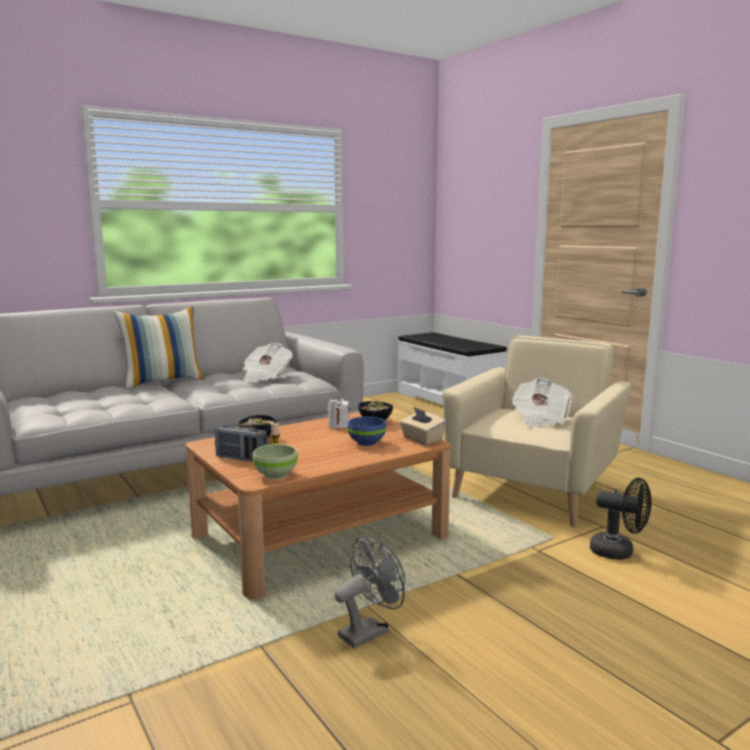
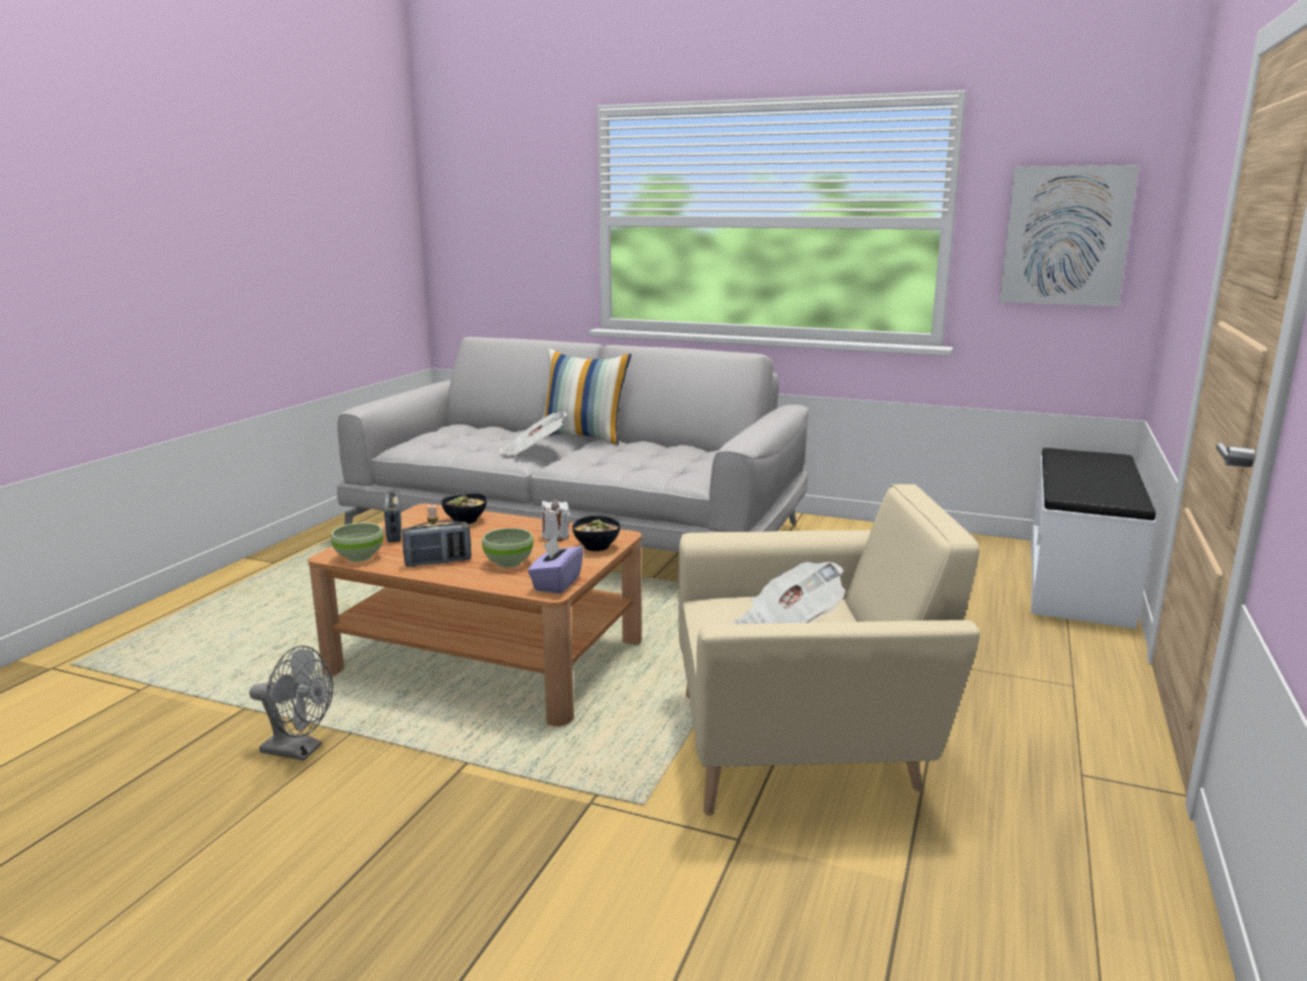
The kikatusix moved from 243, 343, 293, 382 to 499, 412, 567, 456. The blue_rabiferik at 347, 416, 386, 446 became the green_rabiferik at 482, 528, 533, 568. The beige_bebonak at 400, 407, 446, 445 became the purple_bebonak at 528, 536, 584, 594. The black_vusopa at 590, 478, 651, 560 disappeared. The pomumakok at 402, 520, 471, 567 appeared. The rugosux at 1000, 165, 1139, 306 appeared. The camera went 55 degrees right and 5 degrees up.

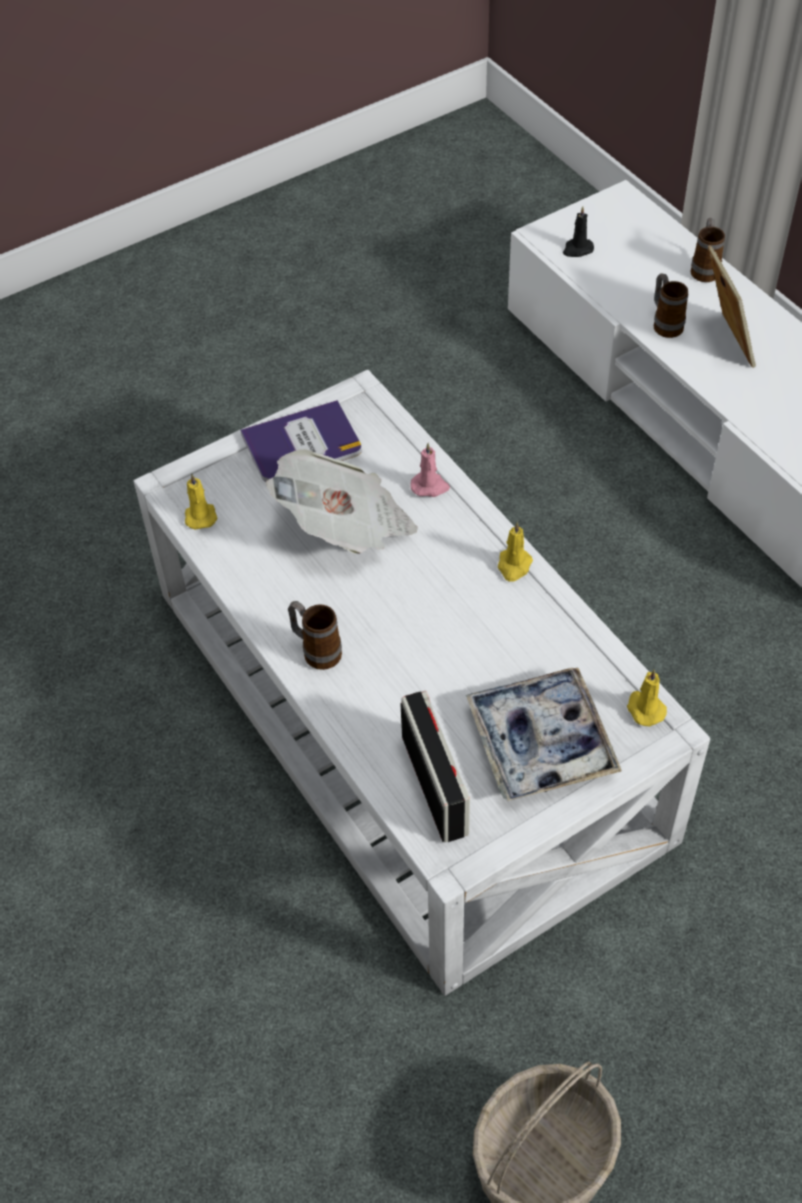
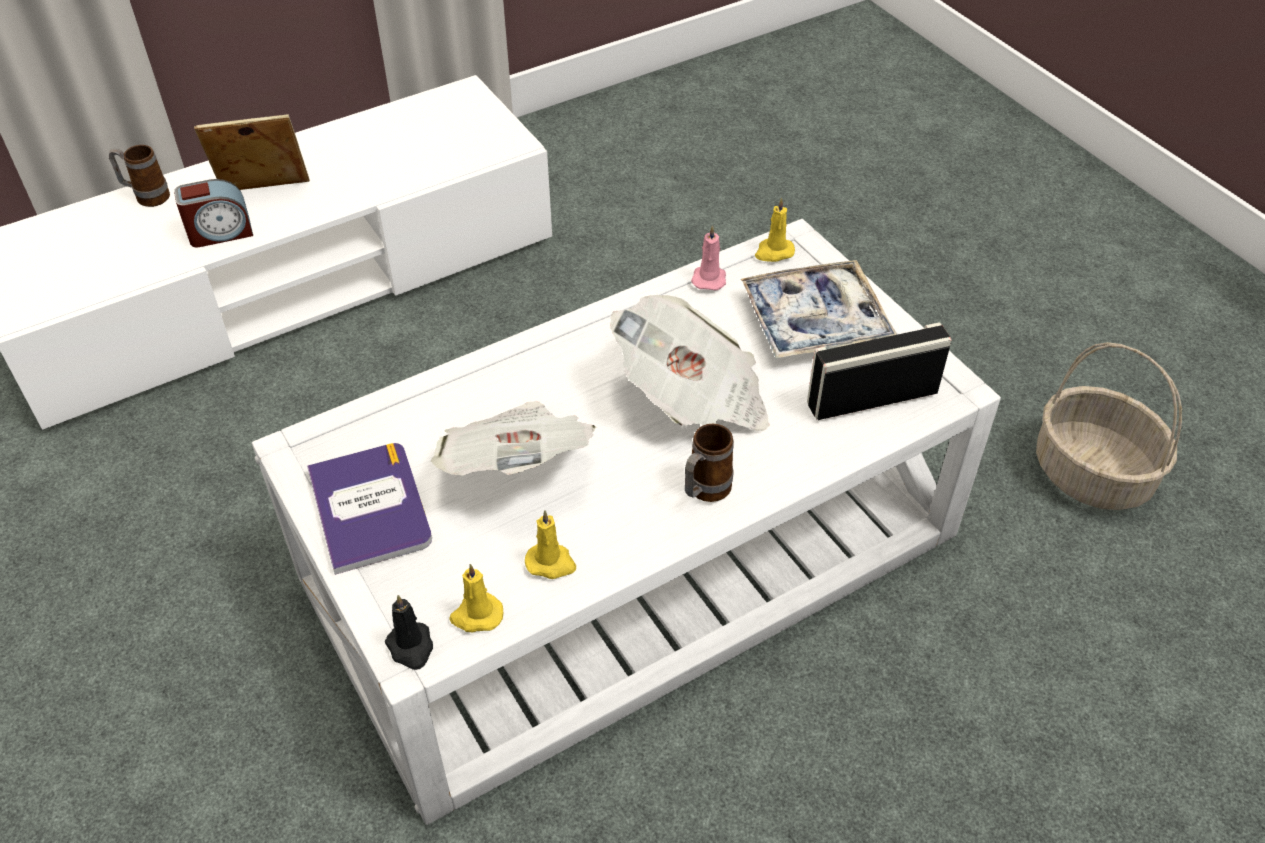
The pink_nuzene moved from 411, 443, 450, 497 to 691, 225, 726, 291. The yellow_nuzene moved from 498, 522, 533, 582 to 525, 510, 576, 579. The black_nuzene moved from 563, 206, 594, 257 to 385, 595, 433, 670. The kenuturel at 654, 273, 688, 338 was replaced by the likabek at 174, 179, 253, 248. The kikatusix at 610, 295, 770, 431 appeared. The camera went 90 degrees left and 5 degrees down.

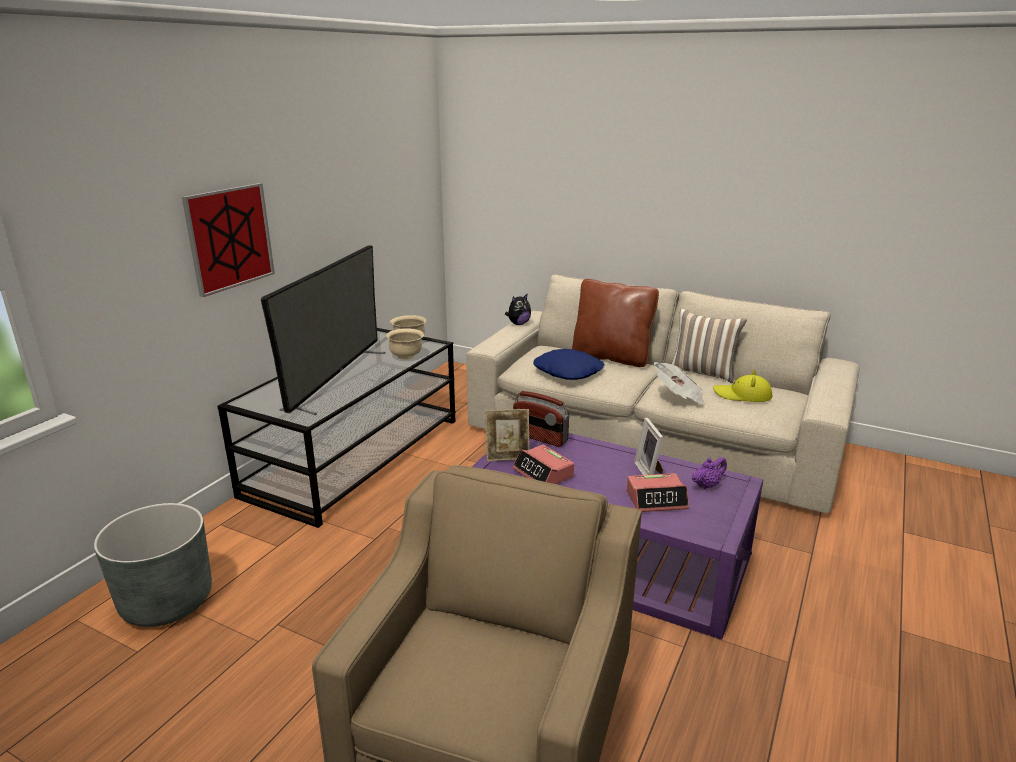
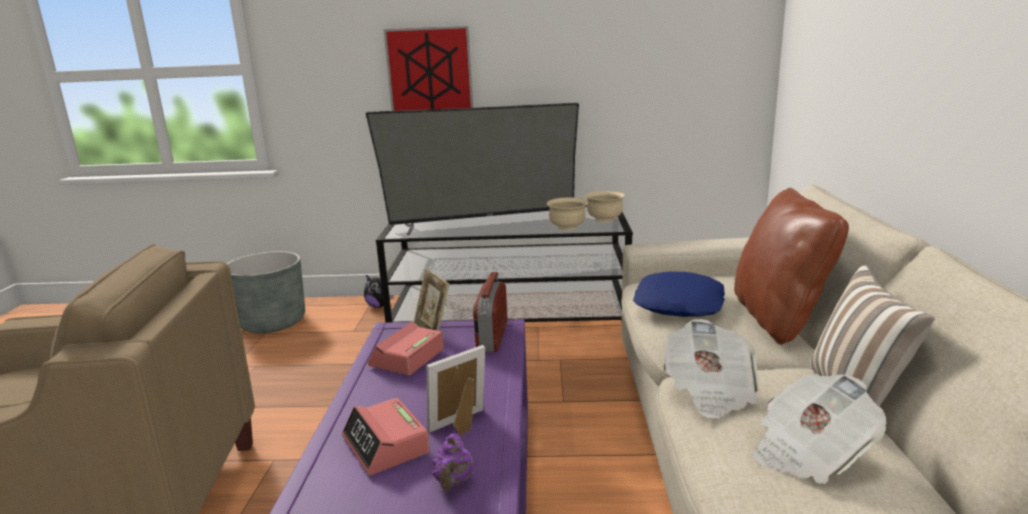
The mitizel moved from 505, 293, 531, 325 to 364, 275, 394, 308. The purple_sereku at 692, 457, 727, 489 turned 60 degrees clockwise. The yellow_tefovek at 713, 369, 772, 402 was replaced by the kikatusix at 752, 374, 886, 484. The camera went 65 degrees right and 5 degrees down.

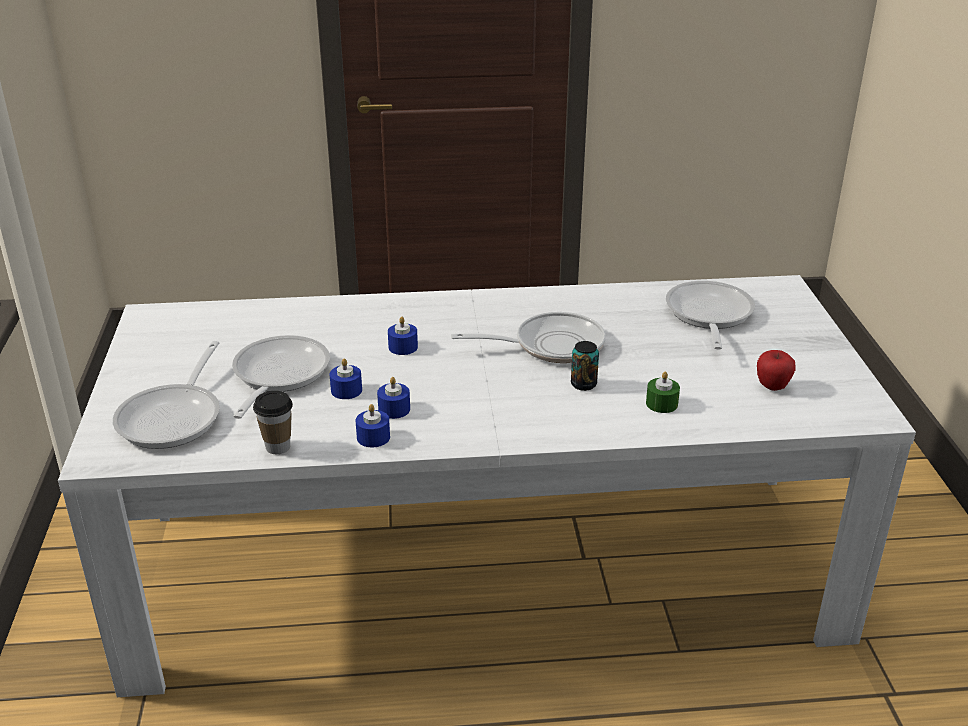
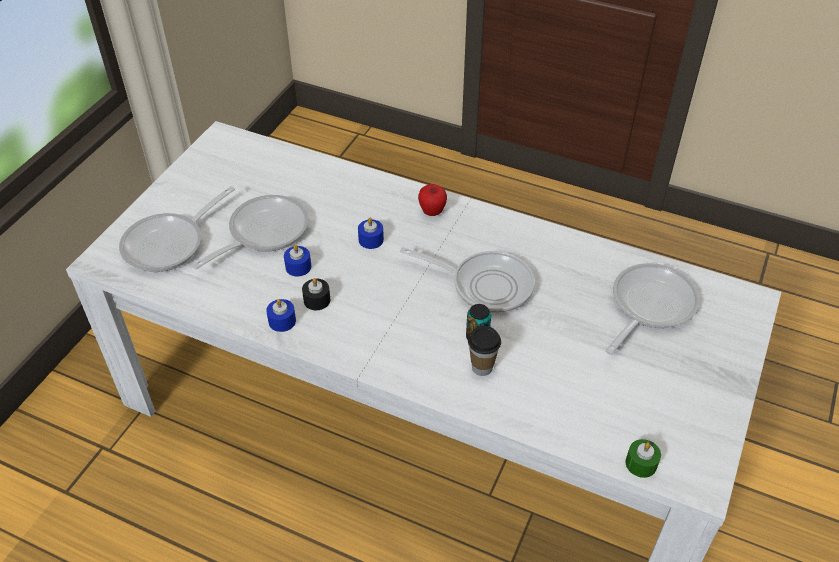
The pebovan moved from 253, 391, 293, 454 to 468, 326, 501, 376. The blue_nuzene at 377, 377, 410, 419 became the black_nuzene at 302, 278, 330, 310. The green_nuzene moved from 646, 371, 680, 413 to 626, 439, 661, 478. The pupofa moved from 757, 350, 796, 391 to 418, 184, 447, 216. The camera went 30 degrees right and 15 degrees up.

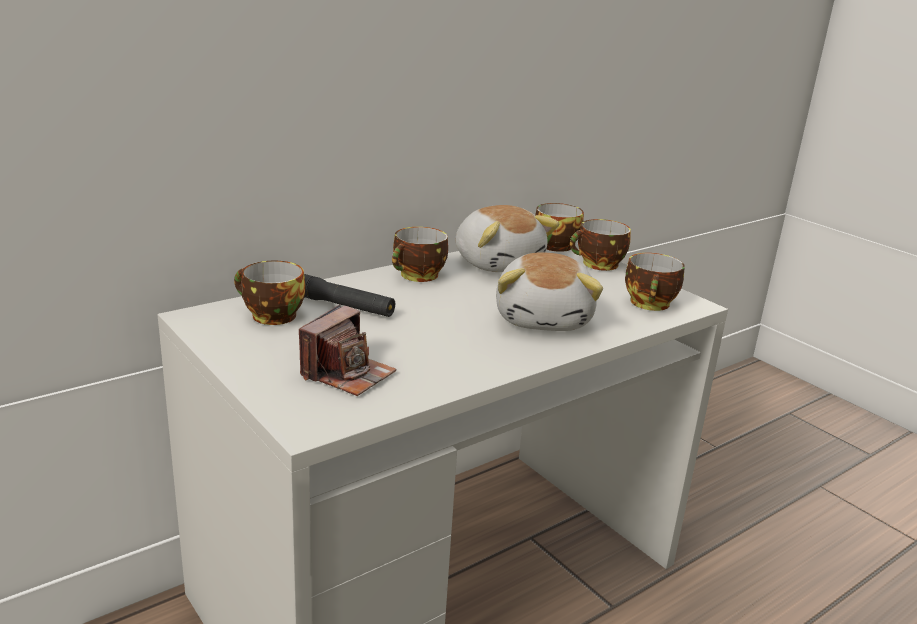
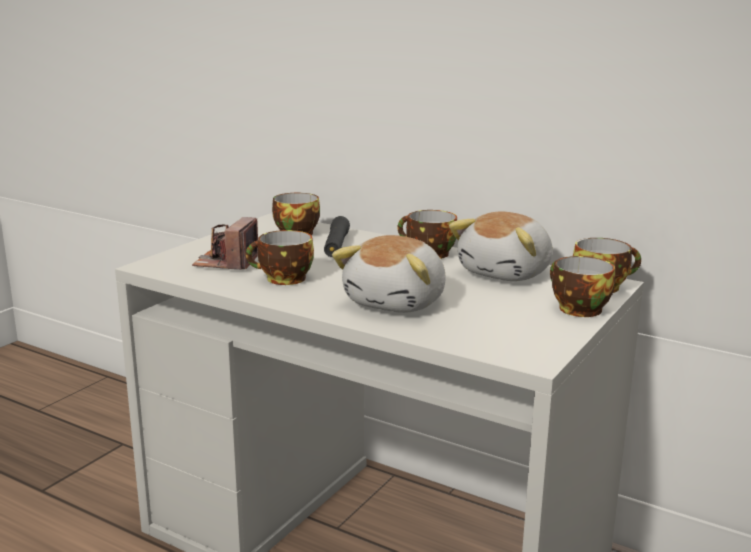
The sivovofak at 299, 305, 397, 396 turned 90 degrees clockwise. The mitizel at 496, 252, 603, 331 turned 45 degrees counterclockwise. The pebovan moved from 625, 253, 685, 311 to 246, 230, 314, 285. The camera went 70 degrees right and 5 degrees down.

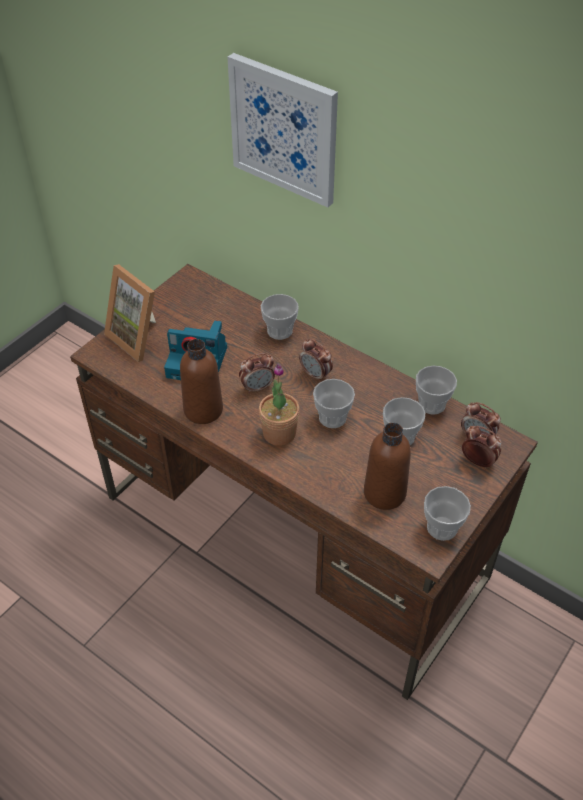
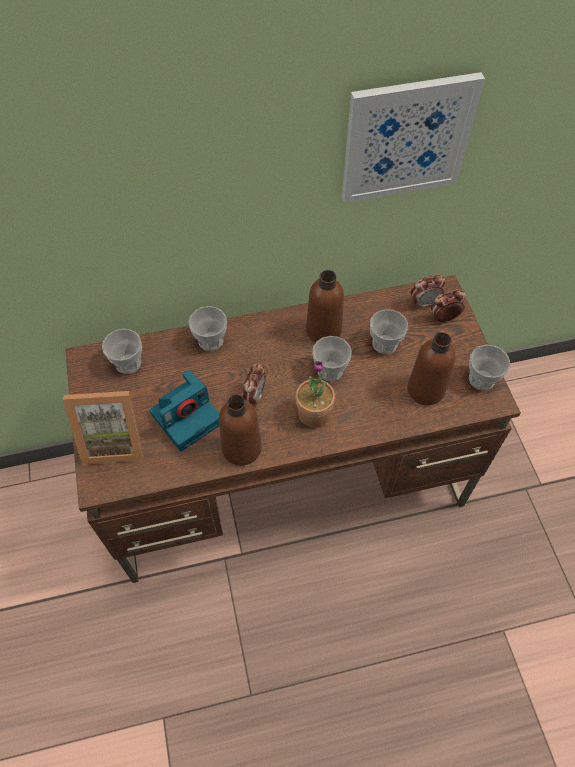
The rugosux moved from 228, 53, 338, 207 to 342, 72, 485, 203. The likabek at 299, 339, 333, 382 disappeared. The pebovan moved from 416, 365, 457, 415 to 102, 329, 142, 374. The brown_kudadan at 306, 270, 344, 343 appeared. The camera went 50 degrees left and 10 degrees up.

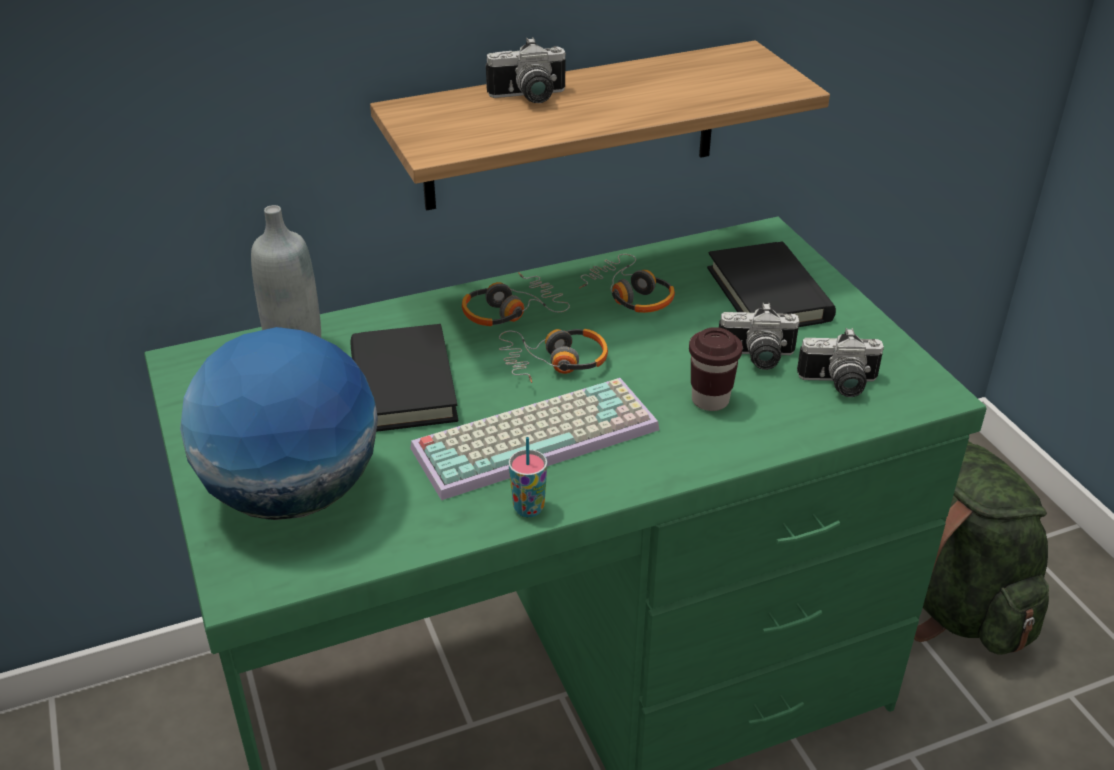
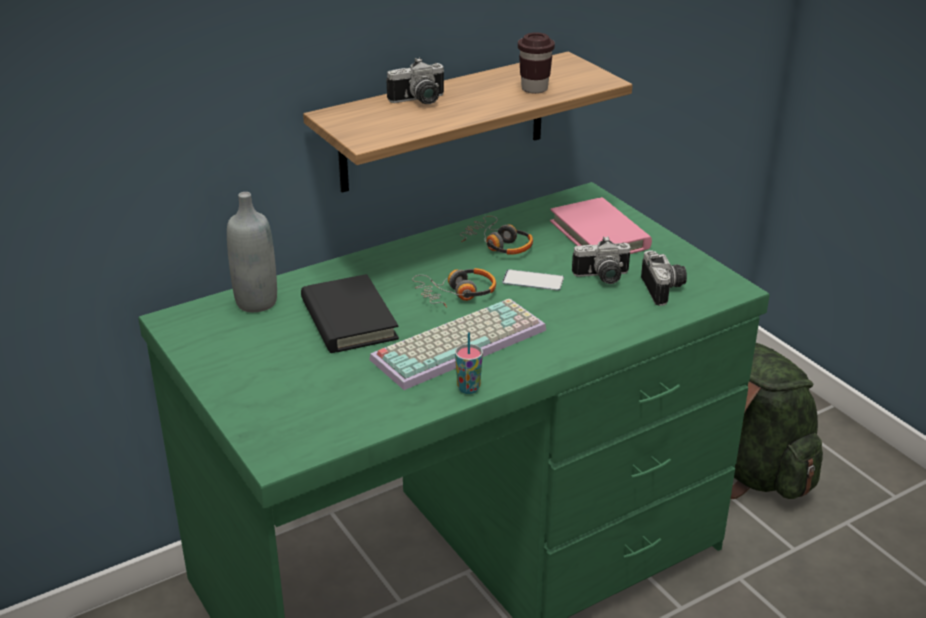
The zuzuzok at 180, 327, 378, 520 disappeared. The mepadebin at 462, 272, 570, 326 disappeared. The brown_pebovan moved from 689, 327, 743, 411 to 518, 32, 555, 94. The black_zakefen at 707, 242, 836, 327 became the pink_zakefen at 550, 197, 652, 254. The sivovofak at 797, 328, 884, 397 turned 90 degrees counterclockwise. The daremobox at 502, 269, 564, 291 appeared. The camera went 10 degrees left and 5 degrees down.

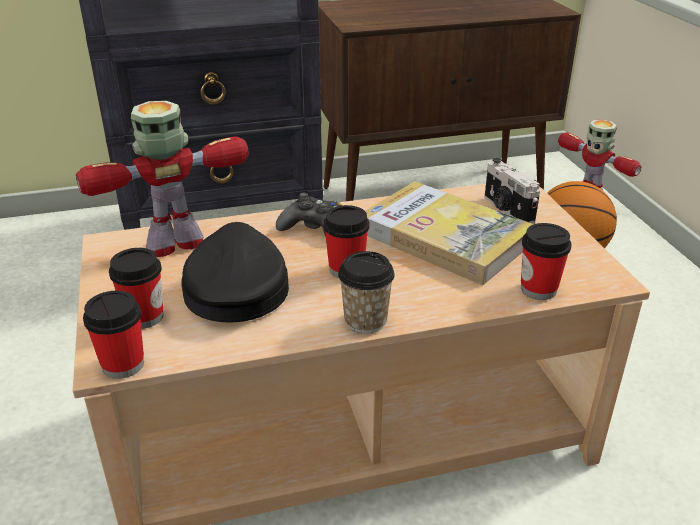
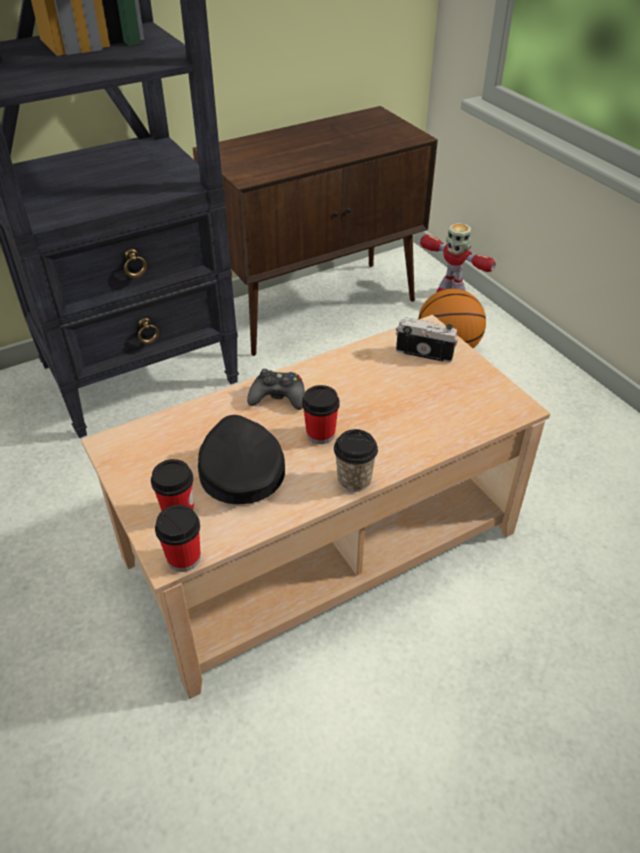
The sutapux at 76, 101, 249, 257 disappeared. The zakefen at 365, 181, 534, 285 disappeared. The sivovofak at 484, 157, 540, 224 turned 150 degrees clockwise. The pebovan at 521, 223, 572, 300 disappeared. The camera went 15 degrees left and 10 degrees up.

